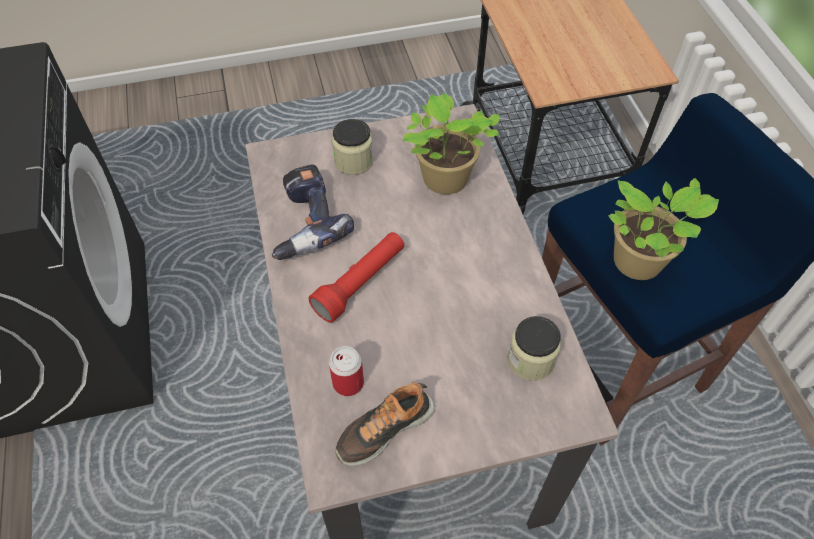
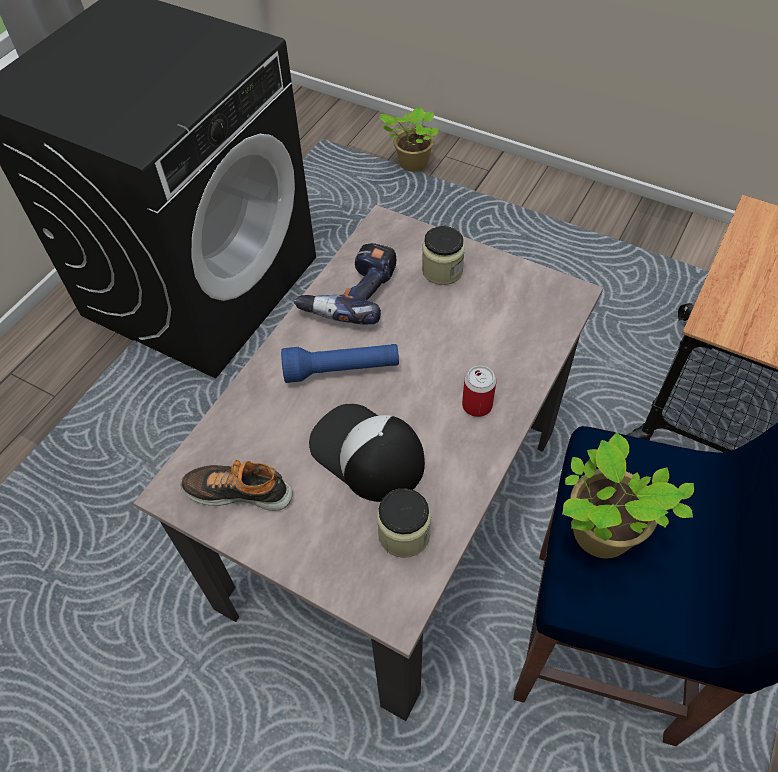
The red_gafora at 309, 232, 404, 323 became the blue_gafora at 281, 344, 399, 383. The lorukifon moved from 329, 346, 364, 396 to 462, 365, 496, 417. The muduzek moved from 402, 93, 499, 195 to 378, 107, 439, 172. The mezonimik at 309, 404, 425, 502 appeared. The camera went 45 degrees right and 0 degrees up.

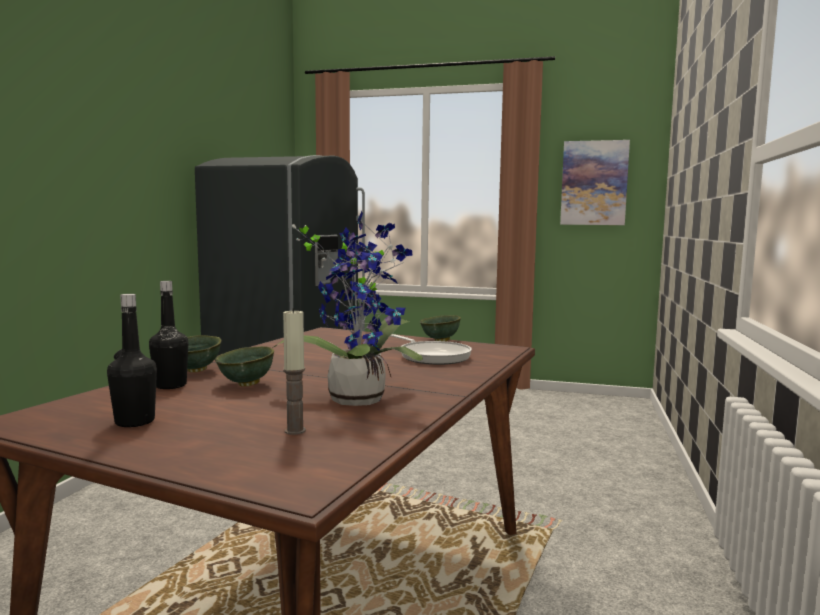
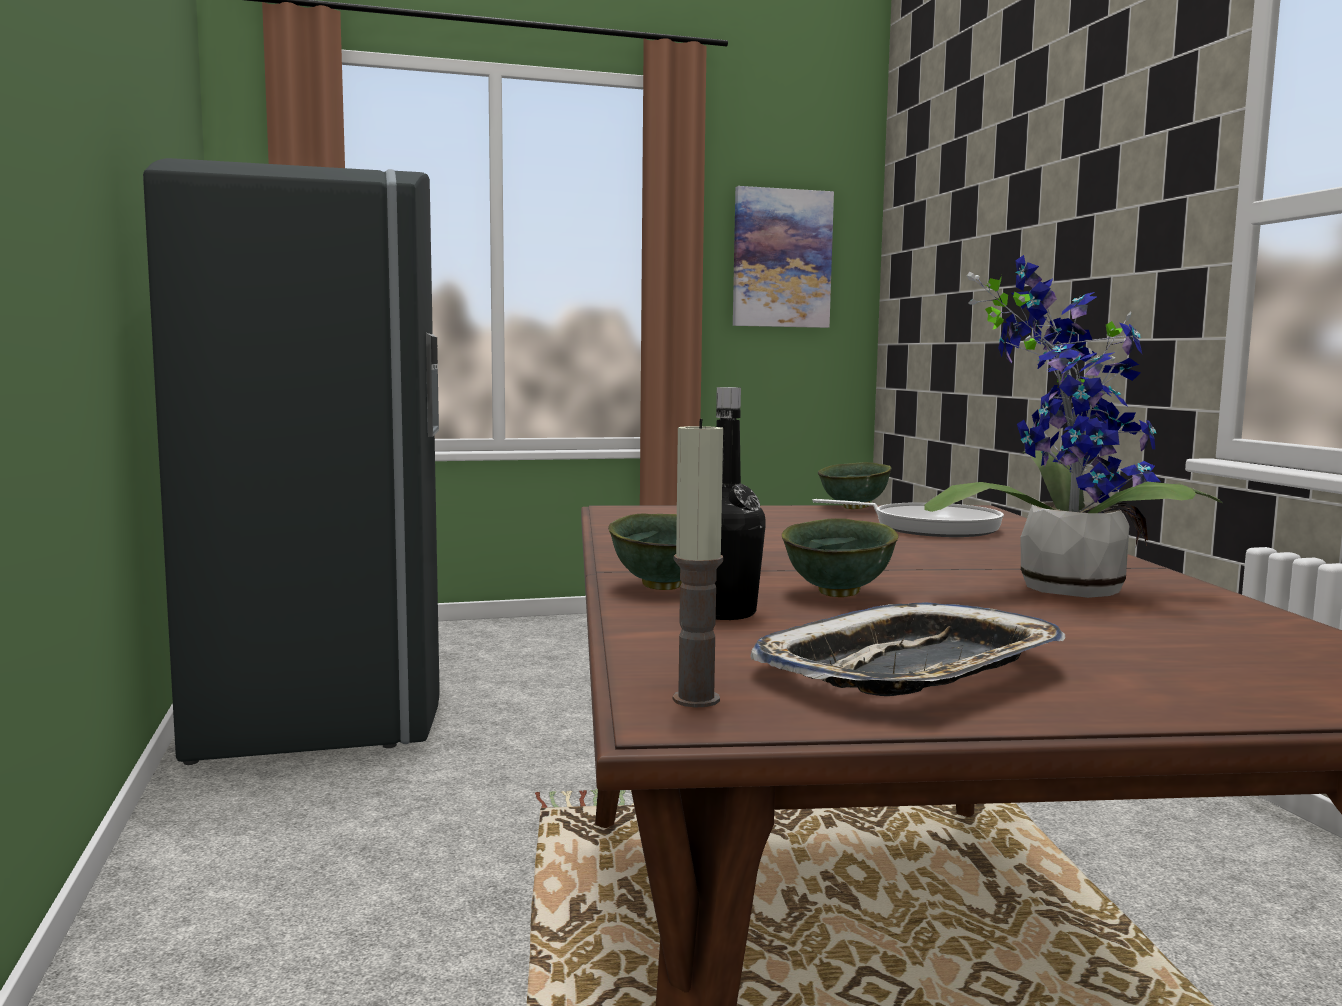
The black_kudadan at 107, 294, 157, 427 was replaced by the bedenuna at 750, 602, 1065, 696. The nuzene moved from 283, 308, 306, 435 to 673, 419, 723, 707. The camera went 30 degrees left and 0 degrees up.

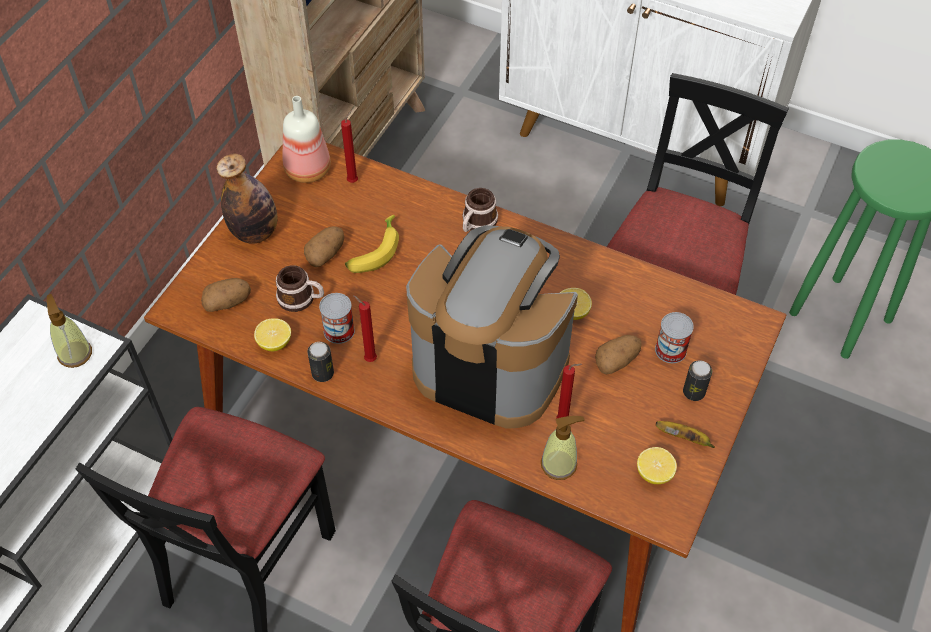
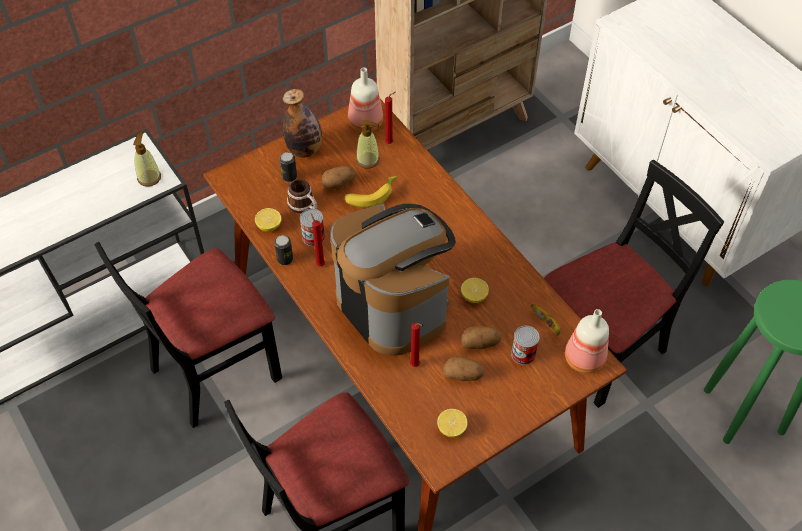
The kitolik moved from 201, 278, 251, 312 to 443, 357, 484, 381. The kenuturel at 462, 188, 498, 232 disappeared. The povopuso moved from 541, 416, 585, 480 to 356, 120, 380, 169. The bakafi moved from 656, 421, 715, 448 to 531, 304, 561, 336. The lorukifon moved from 683, 360, 712, 401 to 279, 152, 297, 182. The kudadan at 565, 309, 609, 373 appeared. The camera went 30 degrees right and 0 degrees up.

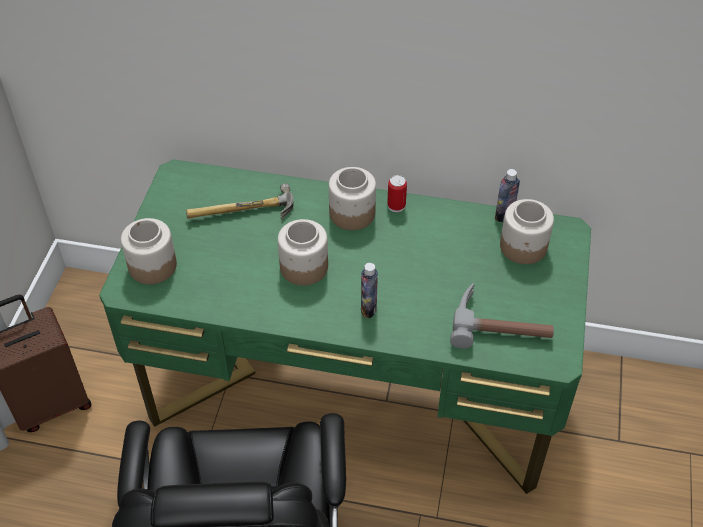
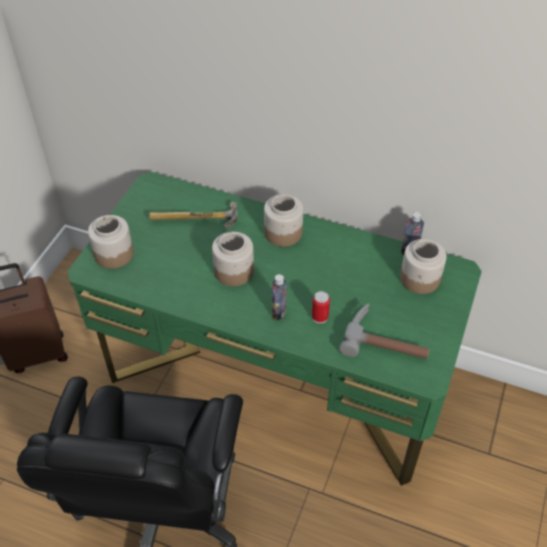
The lorukifon moved from 387, 175, 407, 212 to 312, 291, 330, 324. The camera went 10 degrees right and 0 degrees up.

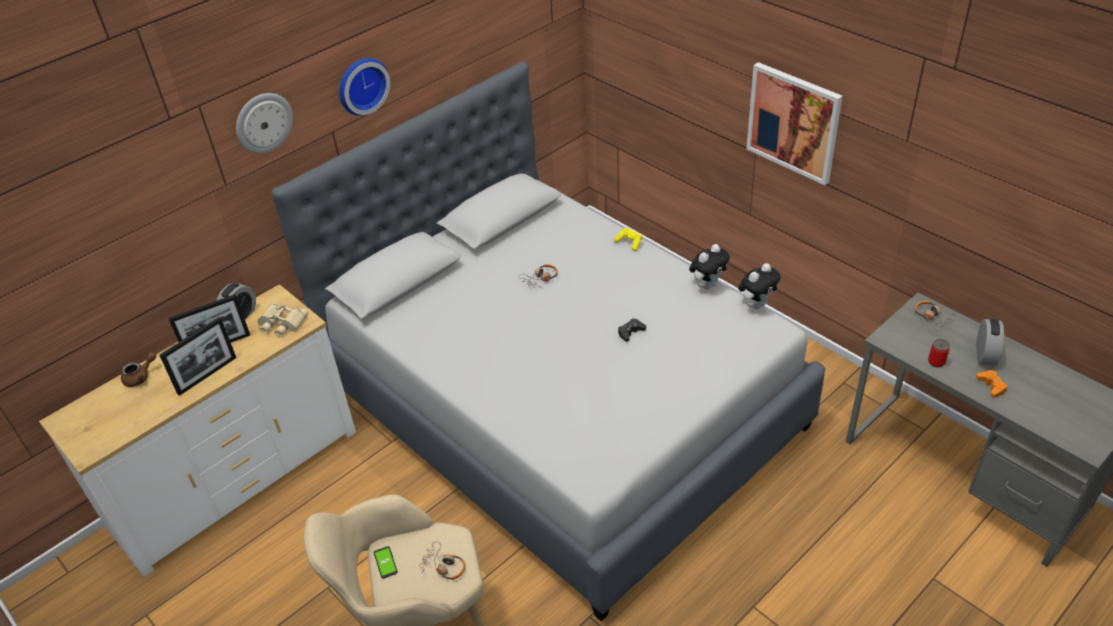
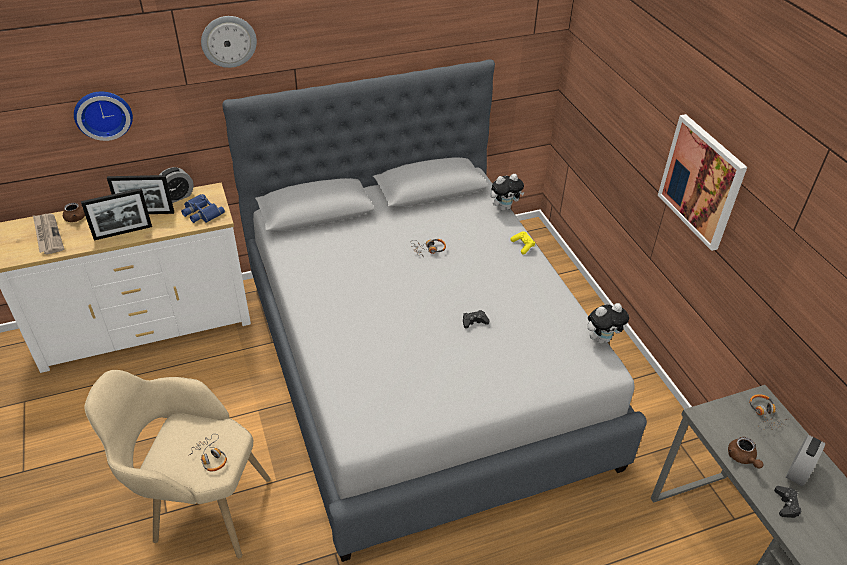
The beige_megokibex at 257, 303, 309, 337 became the blue_megokibex at 181, 194, 225, 223. The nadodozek moved from 339, 58, 390, 116 to 74, 92, 133, 141. The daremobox at 374, 546, 398, 579 disappeared. The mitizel moved from 689, 244, 730, 289 to 490, 174, 525, 211. The lorukifon at 928, 339, 950, 368 was replaced by the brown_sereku at 728, 437, 764, 469. The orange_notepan at 976, 370, 1008, 398 became the black_notepan at 774, 486, 802, 518. The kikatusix at 33, 213, 64, 254 appeared. The camera went 20 degrees right and 0 degrees up.

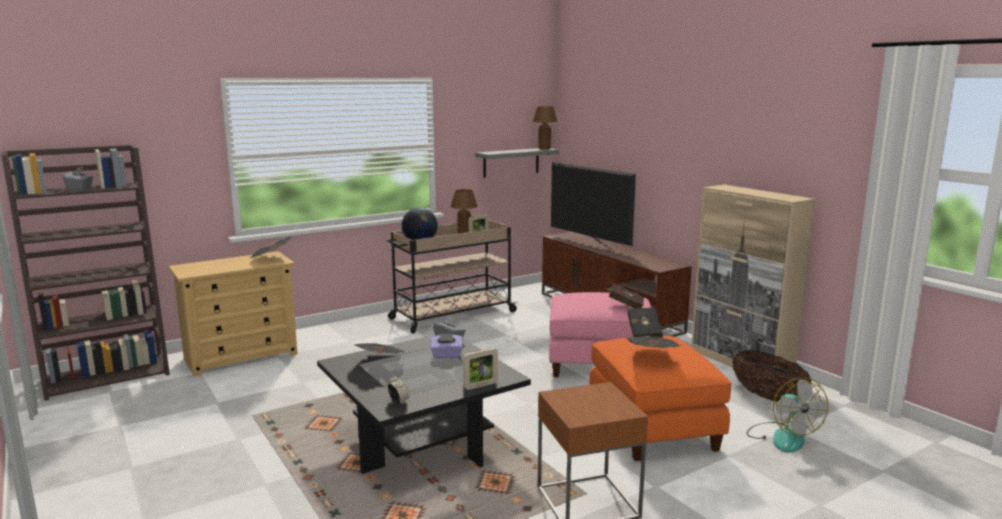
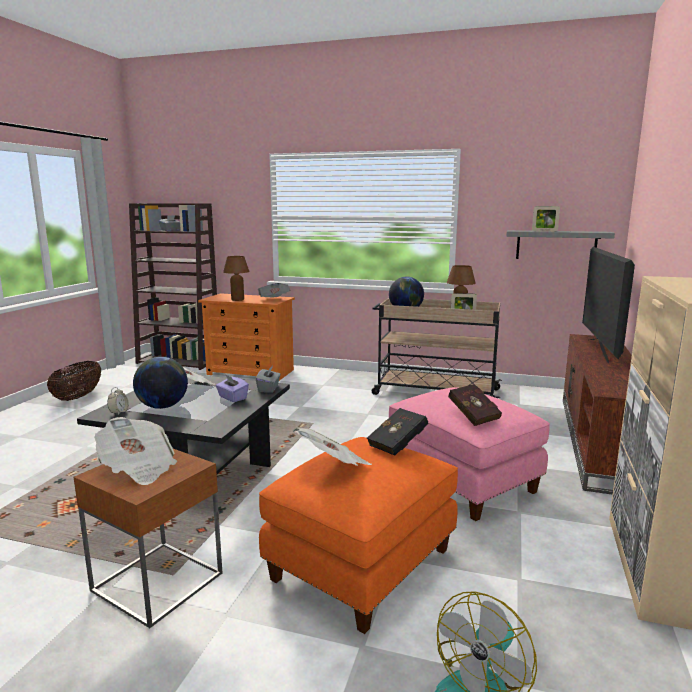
The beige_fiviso at 168, 251, 297, 376 became the orange_fiviso at 198, 293, 295, 381. The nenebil moved from 463, 348, 498, 390 to 532, 206, 560, 232. The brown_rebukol moved from 532, 106, 557, 150 to 223, 256, 250, 301. The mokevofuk moved from 732, 350, 812, 402 to 47, 361, 101, 401. The kikatusix at 94, 417, 177, 485 appeared. The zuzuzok at 133, 357, 188, 409 appeared. The camera went 50 degrees right and 0 degrees up.

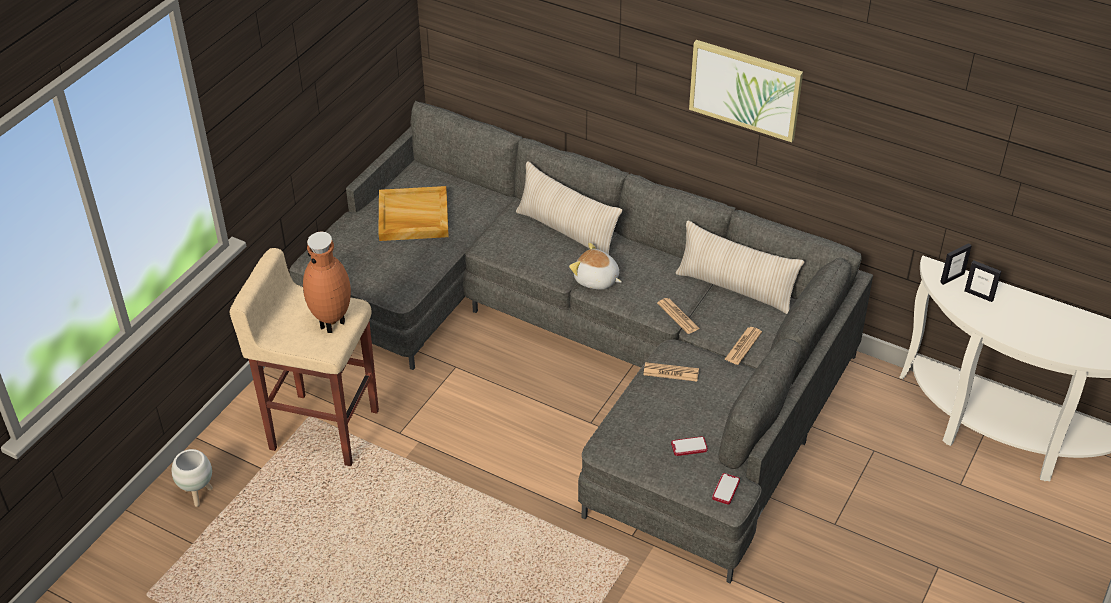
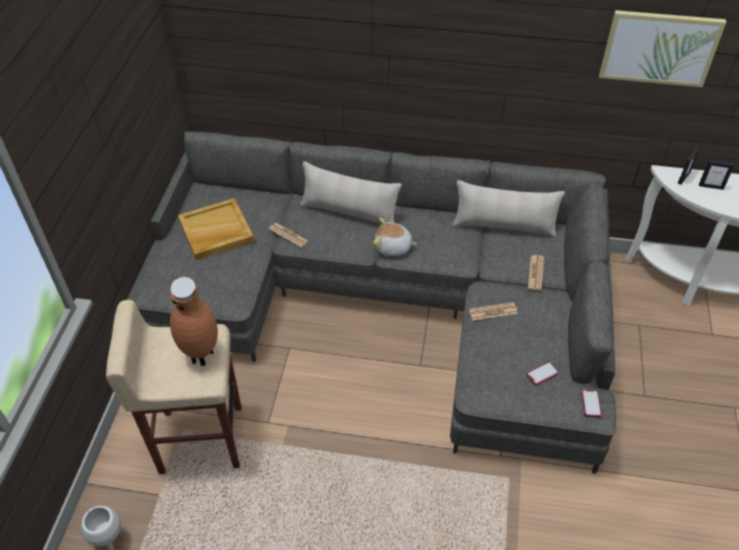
The kikatusix moved from 657, 298, 700, 334 to 269, 223, 308, 248. The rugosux moved from 689, 40, 803, 142 to 599, 10, 726, 87. The camera went 20 degrees left and 5 degrees up.

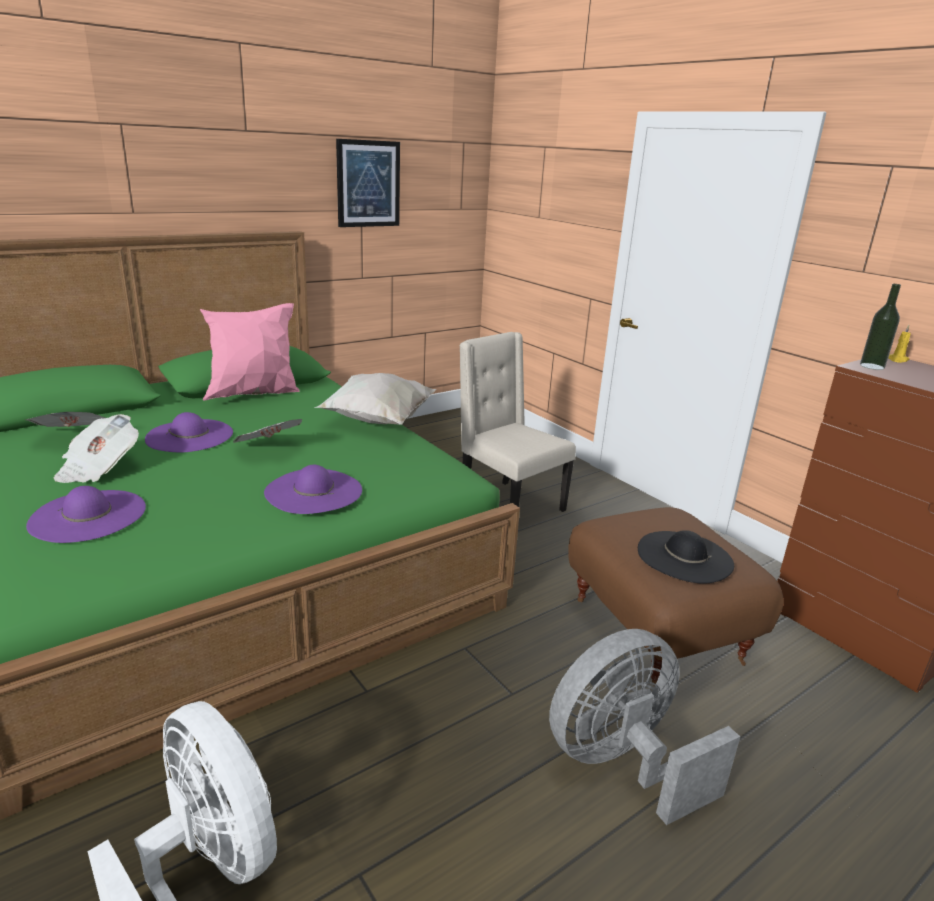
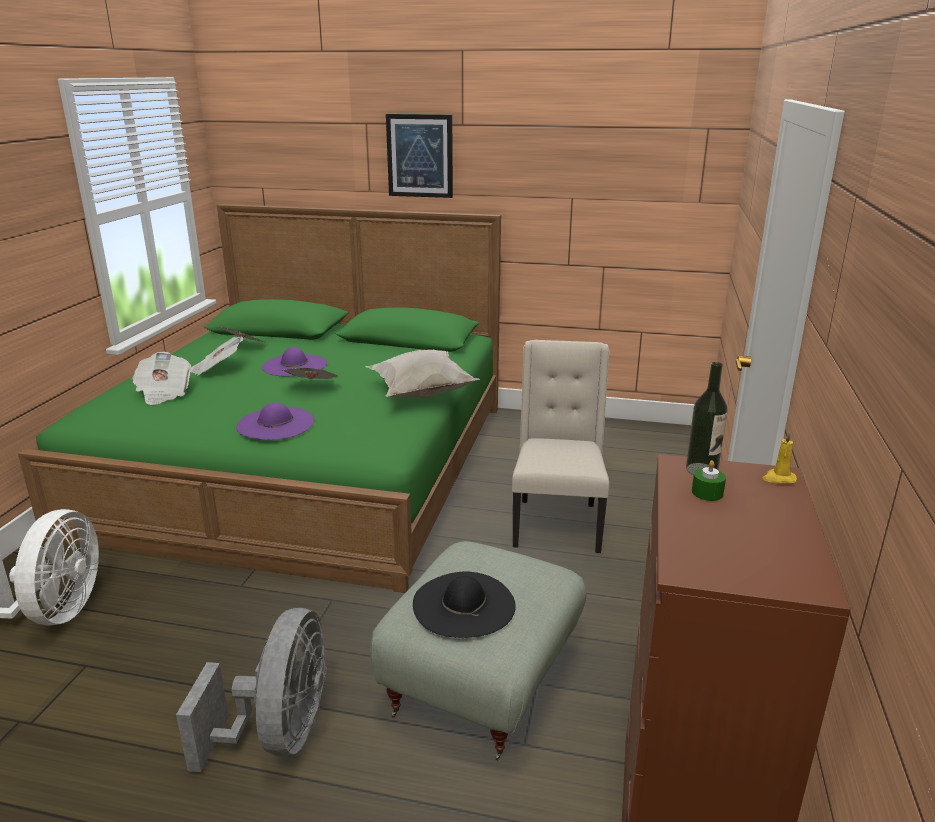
The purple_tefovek at 26, 486, 146, 543 was replaced by the kikatusix at 132, 352, 192, 405. The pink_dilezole at 200, 303, 300, 401 disappeared. The rugosux moved from 336, 139, 400, 227 to 386, 114, 453, 198. The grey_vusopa at 549, 629, 740, 825 turned 75 degrees clockwise. The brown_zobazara at 568, 507, 784, 686 became the grey_zobazara at 370, 541, 587, 760. The green_nuzene at 692, 460, 726, 501 appeared. The camera went 50 degrees right and 0 degrees up.

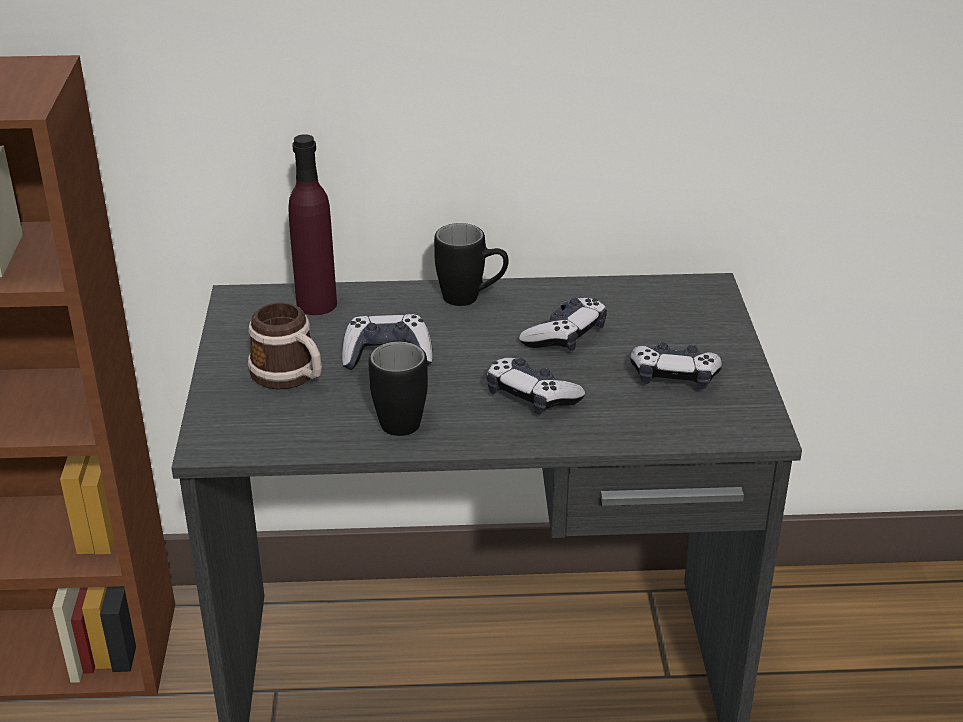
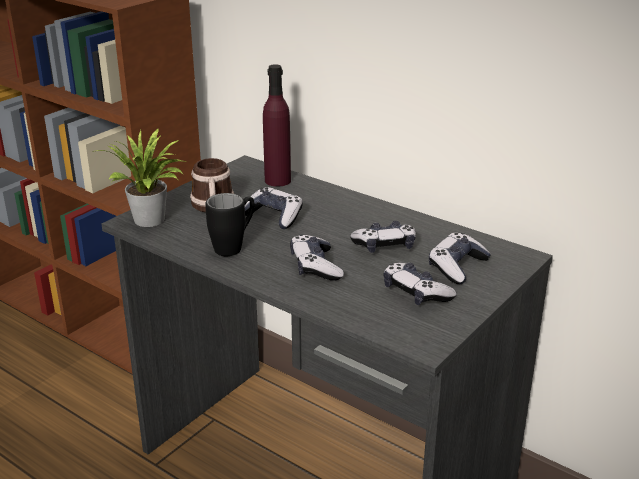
The black_kenuturel at 434, 223, 509, 306 disappeared. The muduzek at 96, 128, 187, 227 appeared. The notepan at 429, 233, 491, 284 appeared. The camera went 40 degrees right and 5 degrees down.

